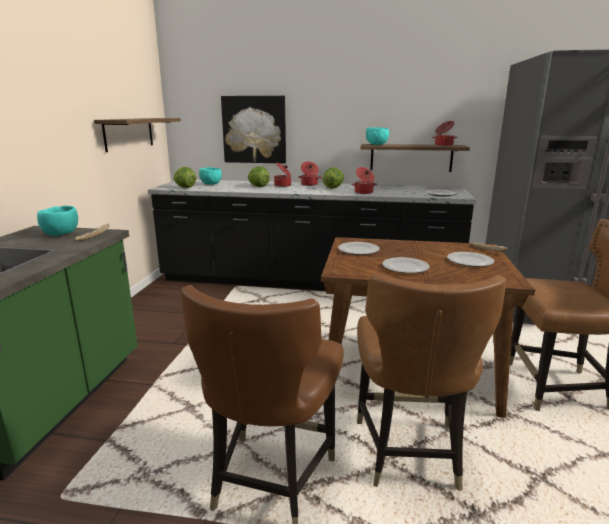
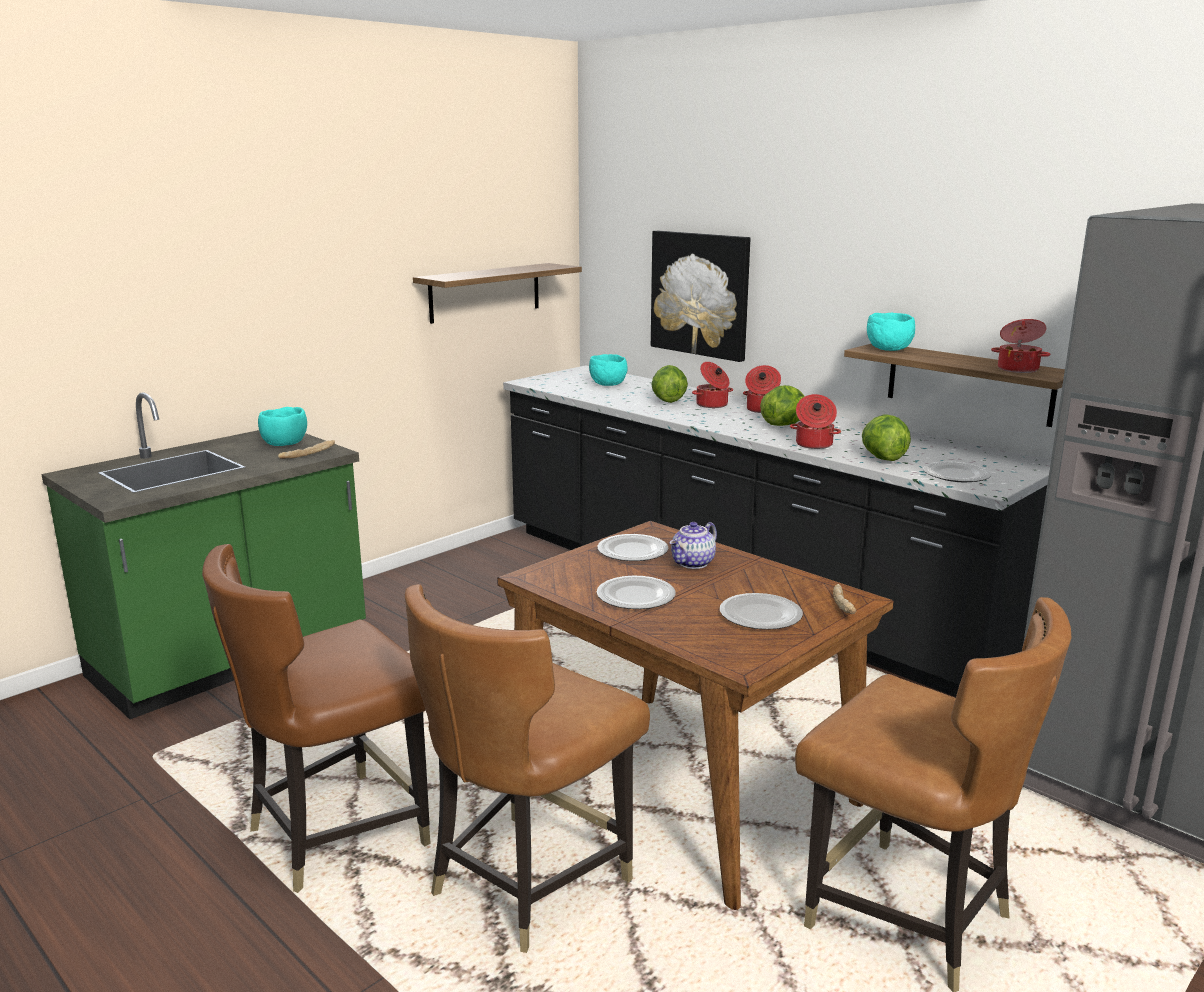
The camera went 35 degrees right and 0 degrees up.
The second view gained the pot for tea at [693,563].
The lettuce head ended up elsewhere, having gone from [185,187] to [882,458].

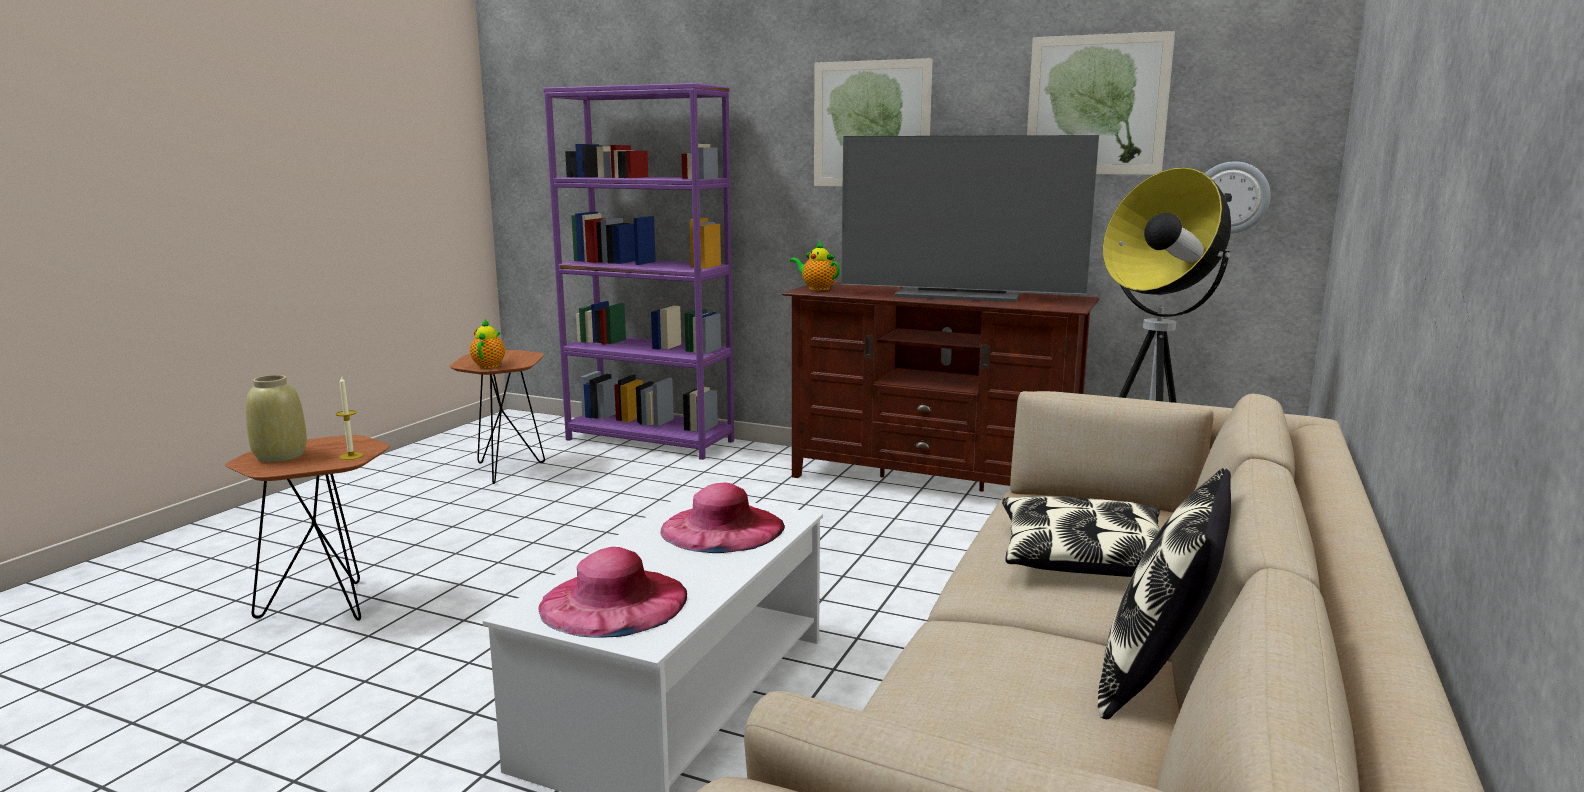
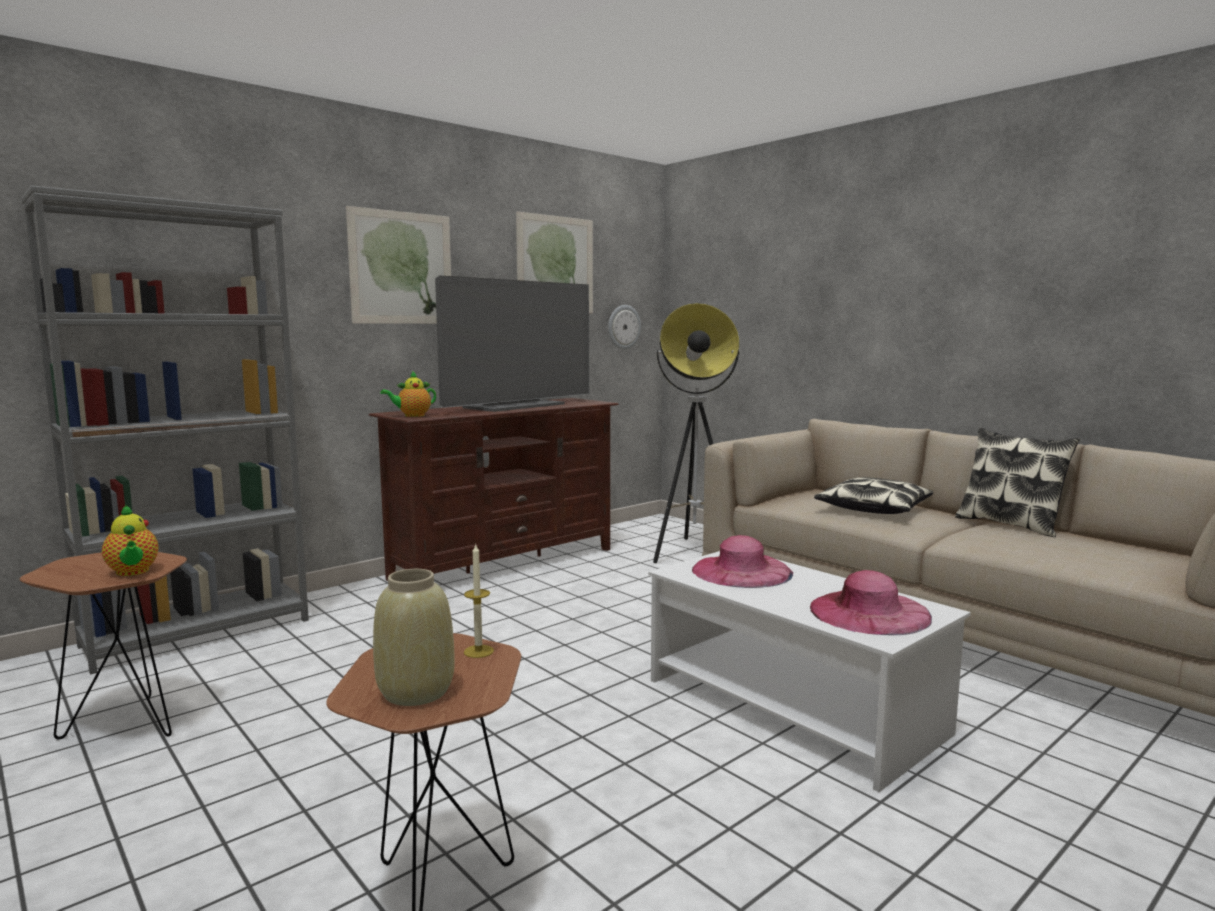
The camera went 65 degrees left and 5 degrees down.
What was the purple shelving unit at [650,440] turned into the grey shelving unit at [198,632].
The pot for tea at [489,365] ended up facing another way, 150 degrees counterclockwise from before.

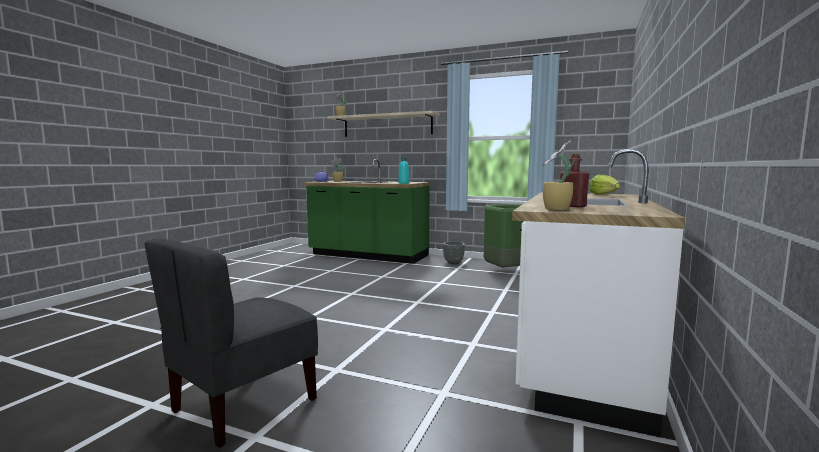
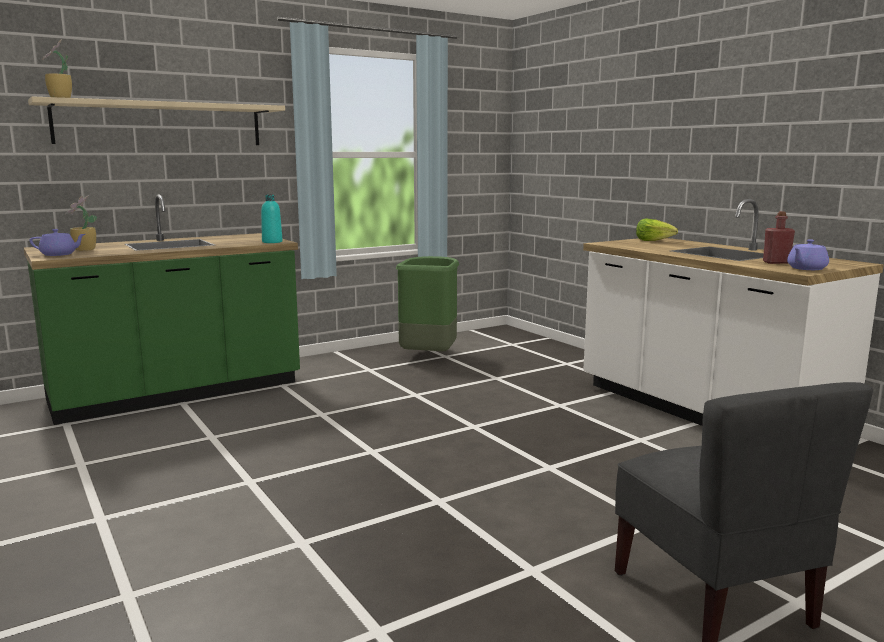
The camera went 55 degrees left and 5 degrees up.
Where the plant in a pot stood at [556,209], the purple pot for tea came to stand at [806,269].
The second view lost the grey flower pot at [453,263].

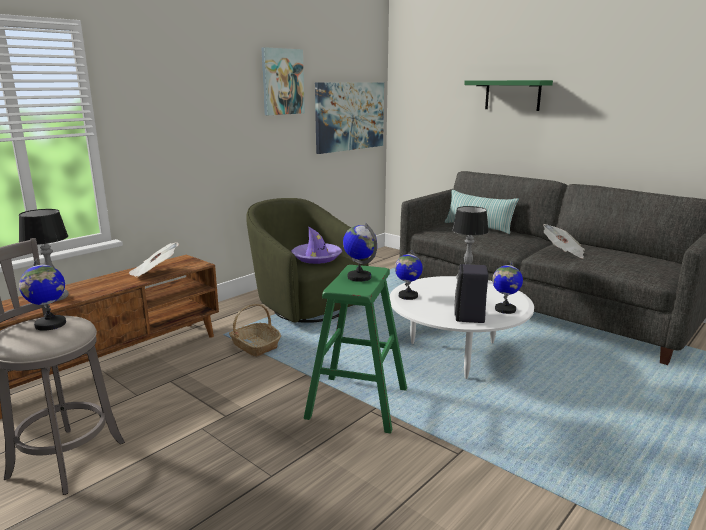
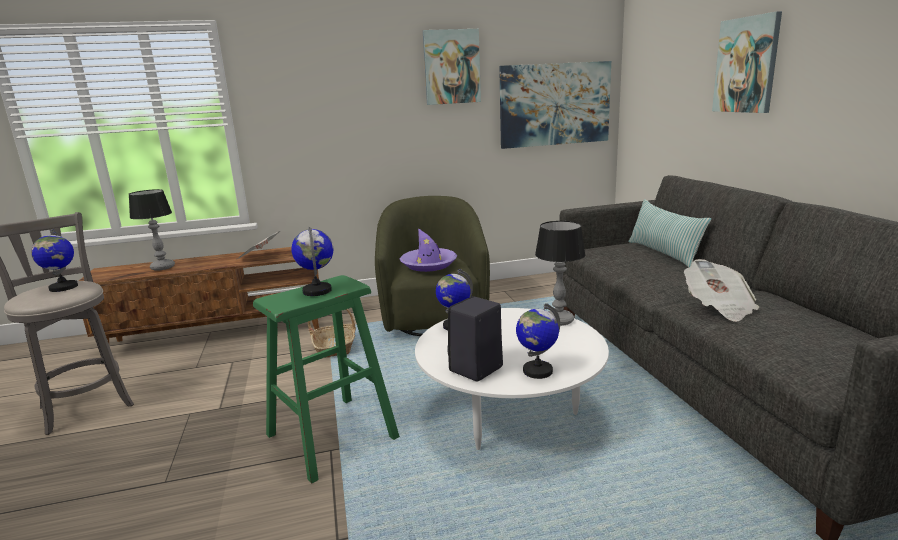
The camera went 35 degrees right and 0 degrees up.
Where the greenish bracket shelf hung at [512,95], the picture came to hang at [746,65].

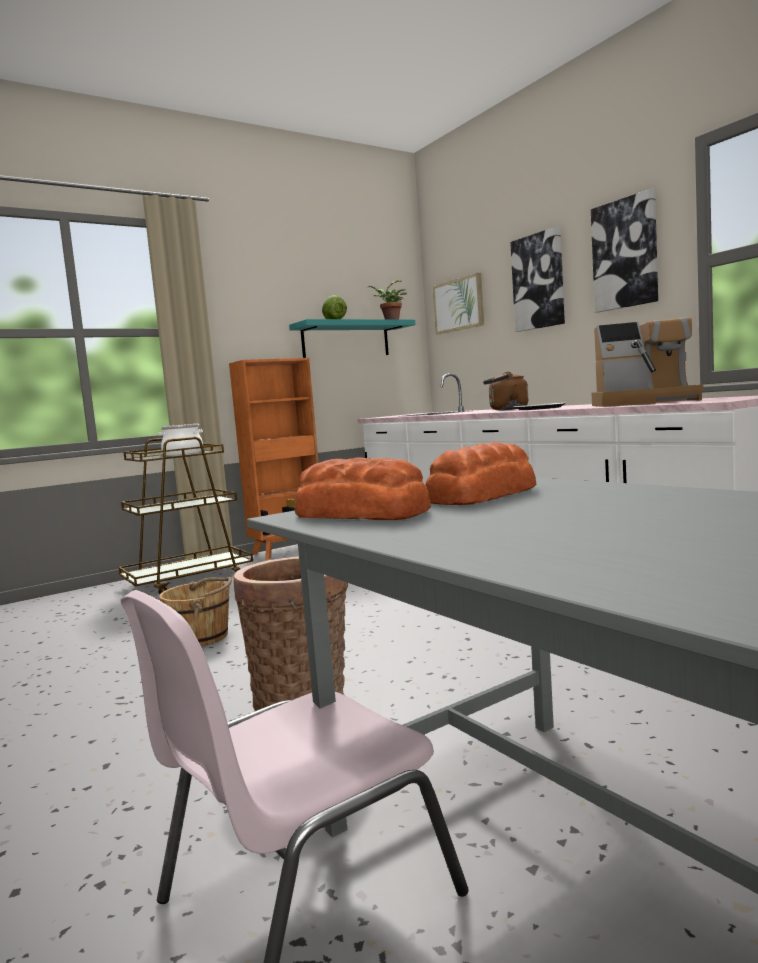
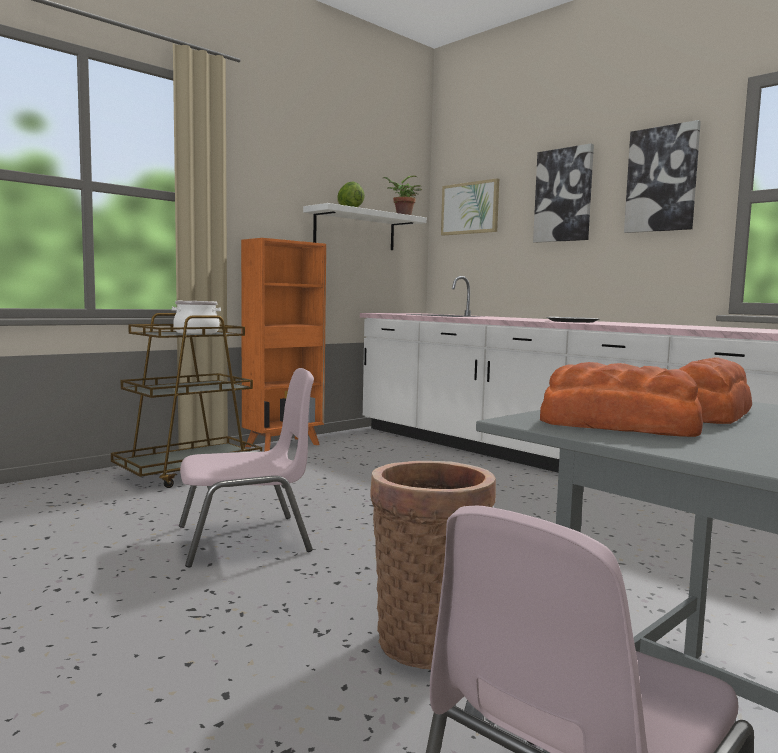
The camera went 10 degrees left and 0 degrees up.
Where the brown-coloured bucket stood at [201,637], the pink-coloured upright chair came to stand at [246,539].
What was the turquoise-coloured bracket shelf at [345,340] turned into the white bracket shelf at [355,230].
The second view lost the brown-coloured kettle at [506,409].
The second view lost the coffee brewer at [645,403].

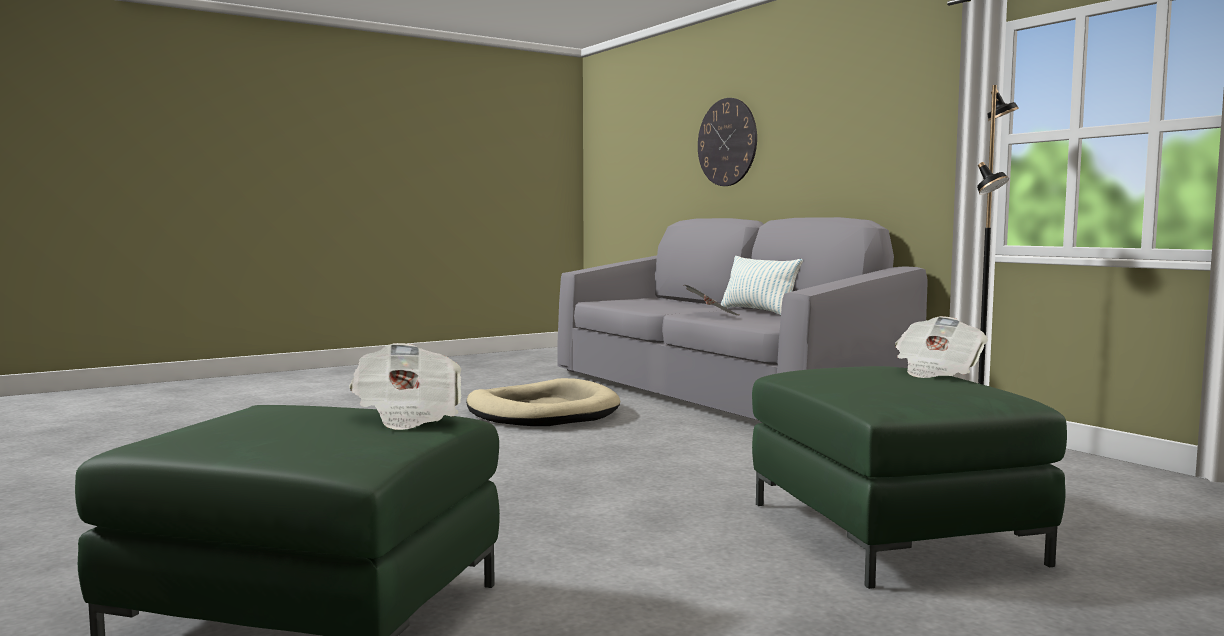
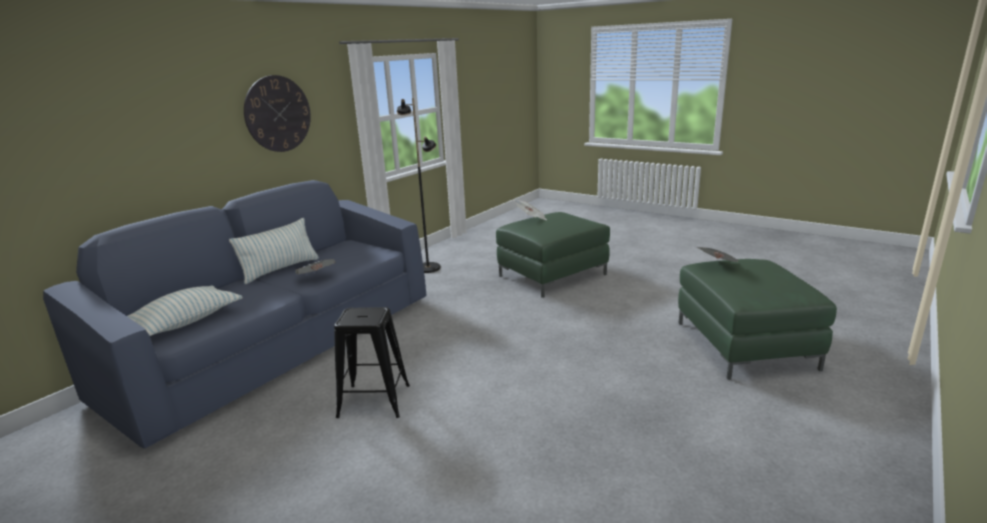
The camera went 110 degrees left and 15 degrees up.
What was the grey sofa at [716,393] turned into the blue-coloured sofa at [279,345].
The second view gained the cushion at [185,322].
The clock on the wall ended up elsewhere, having gone from [727,142] to [278,114].
Where the beige dog bed stood at [542,412], the black stool came to stand at [374,401].

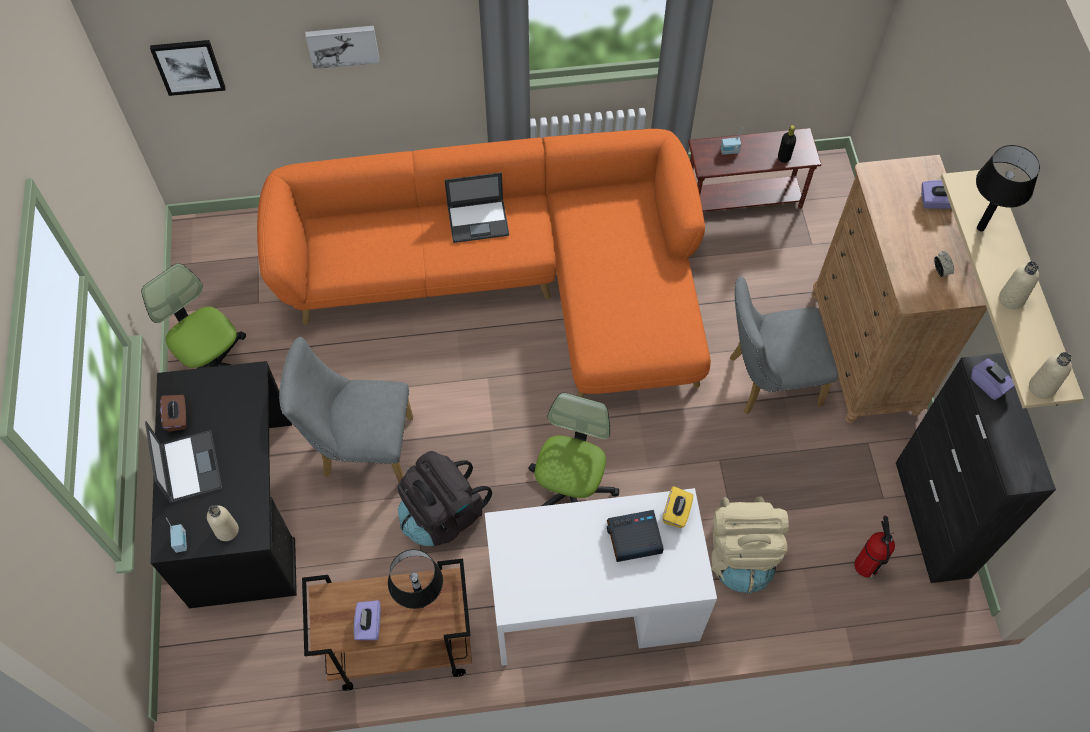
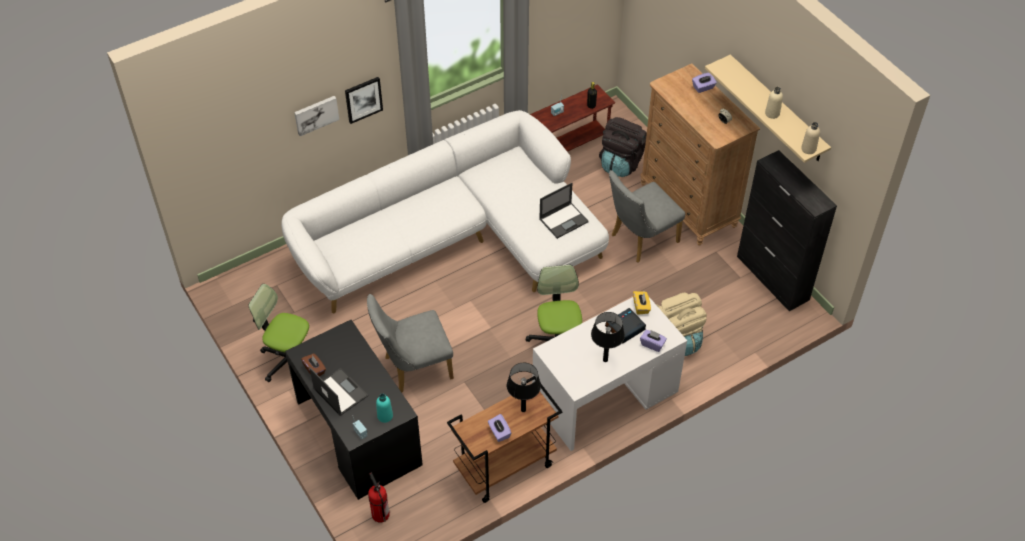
The camera went 25 degrees left and 10 degrees down.
What was the orange-coloured sofa at [515,279] turned into the white sofa at [455,239].
The picture ended up elsewhere, having gone from [188,66] to [363,99].
The extinguisher ended up elsewhere, having gone from [866,564] to [380,514].
What was the beige beverage bottle at [227,530] turned into the turquoise-coloured beverage bottle at [385,416].
The portable computer ended up elsewhere, having gone from [479,220] to [564,220].
The black table lamp ended up elsewhere, having gone from [980,228] to [605,360].
The black backpack ended up elsewhere, having gone from [442,515] to [621,163].
The purple box of tissues ended up elsewhere, having gone from [988,384] to [652,344].

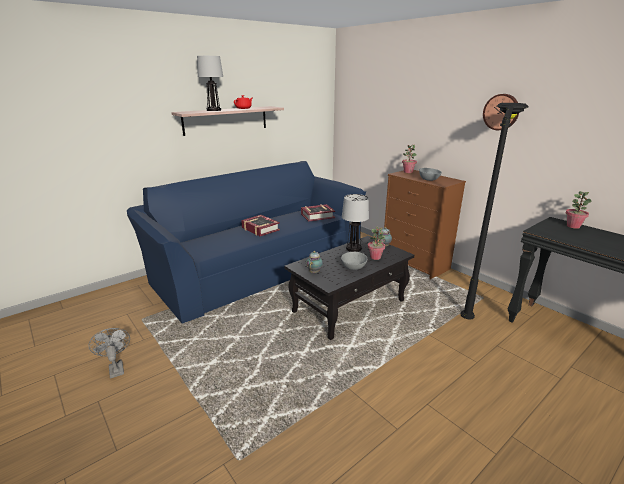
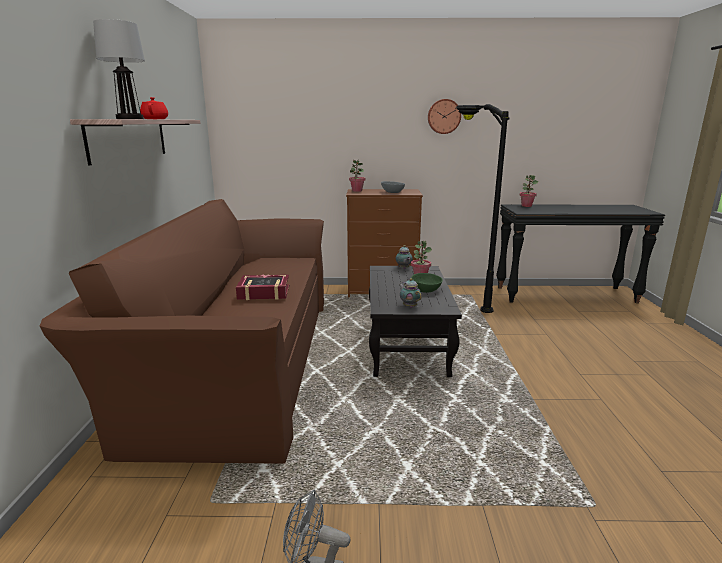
The camera went 50 degrees left and 5 degrees down.
What was the blue-coloured sofa at [257,265] turned into the brown-coloured sofa at [236,359].
What was the grey bowl at [353,267] turned into the greenish bowl at [425,290].
The second view lost the volume at [317,216].
The second view lost the table lamp at [353,248].

